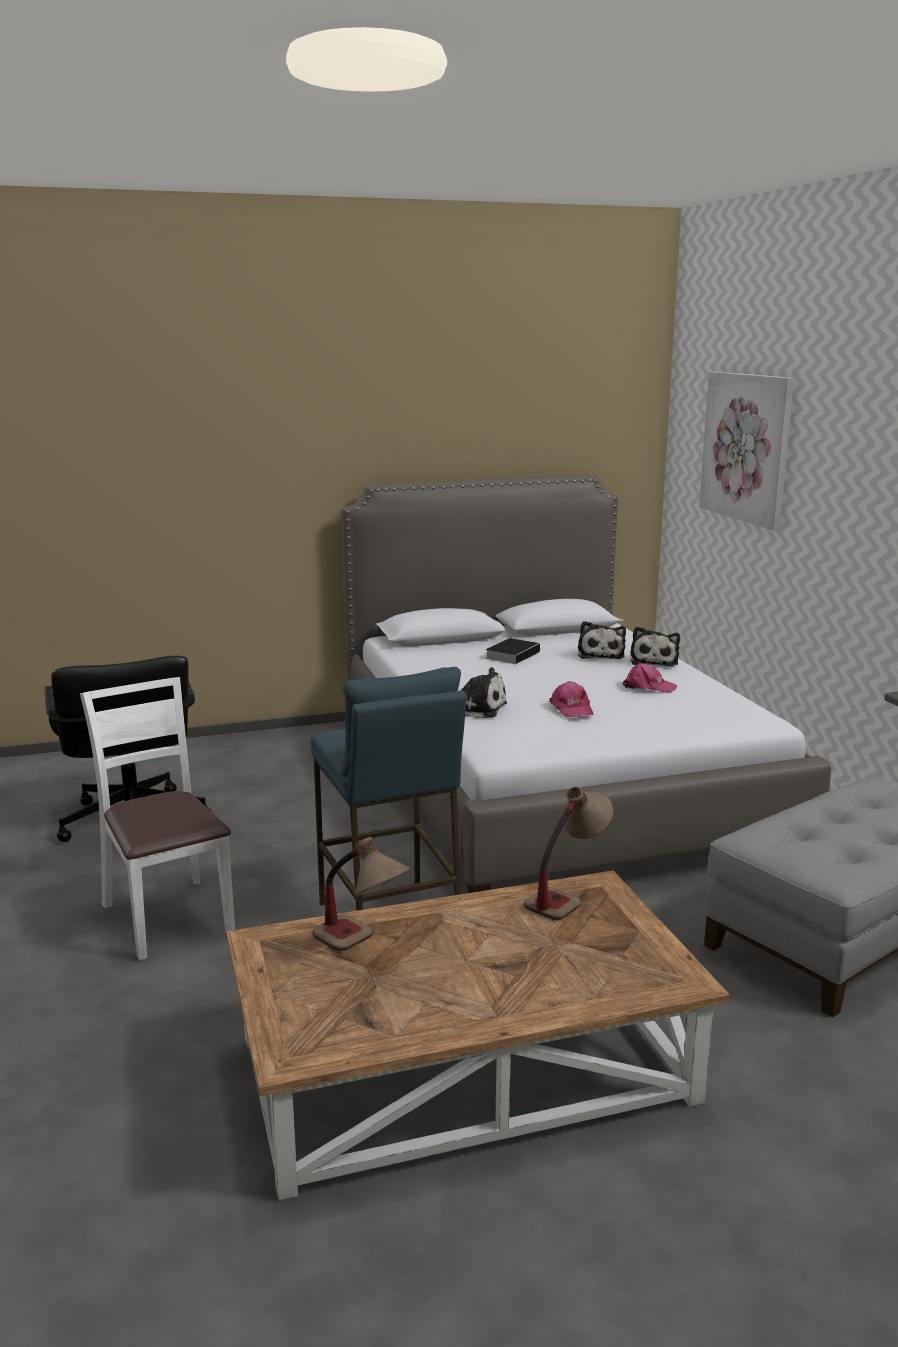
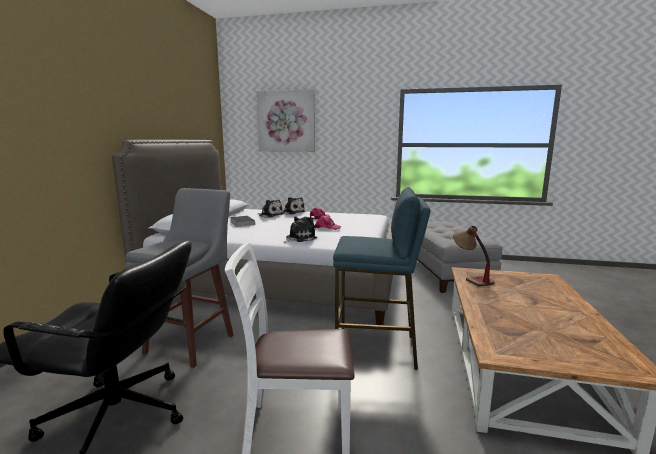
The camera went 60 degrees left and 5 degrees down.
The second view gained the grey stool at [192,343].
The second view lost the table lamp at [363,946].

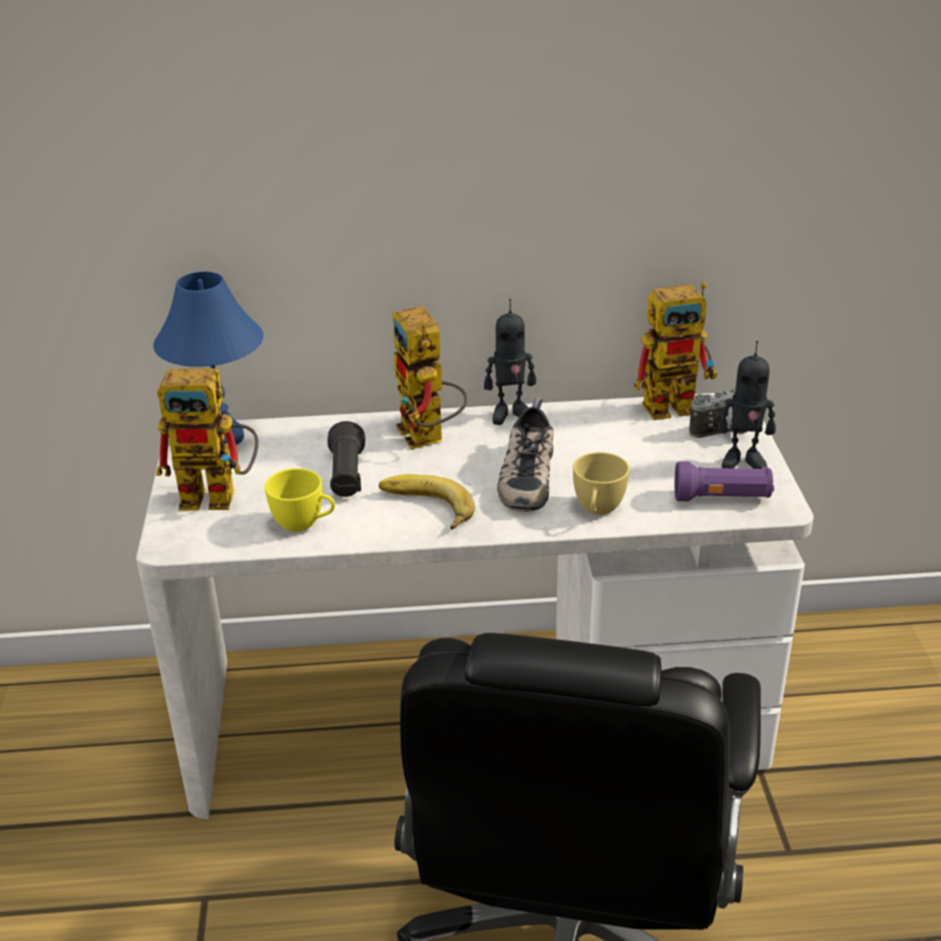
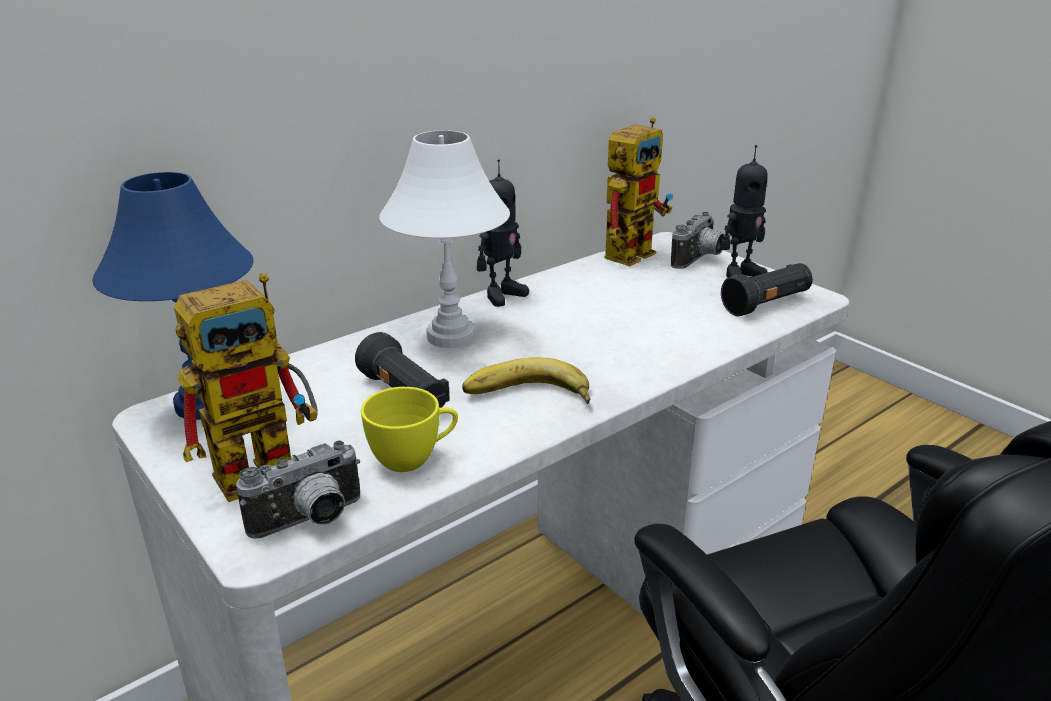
The camera went 35 degrees left and 5 degrees down.
The second view gained the still camera at [310,521].
Where the toy robot stood at [428,439], the white table lamp came to stand at [449,336].
What was the purple hand torch at [722,498] turned into the black hand torch at [766,304].
The second view lost the low shoe at [525,475].
The second view lost the yellow cup at [598,510].

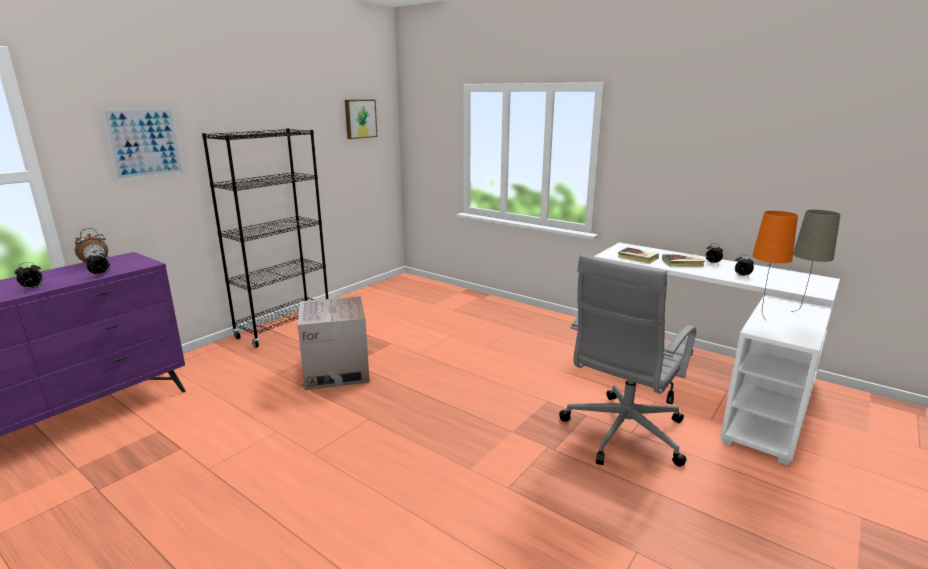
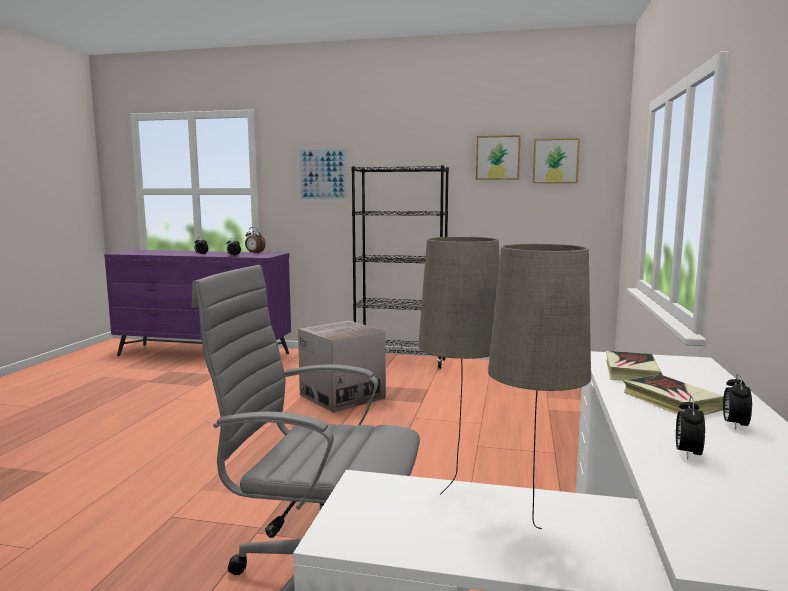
The camera went 65 degrees right and 10 degrees down.
What was the orange-coloured table lamp at [759,316] turned into the beige table lamp at [457,489].
The second view gained the picture at [498,158].

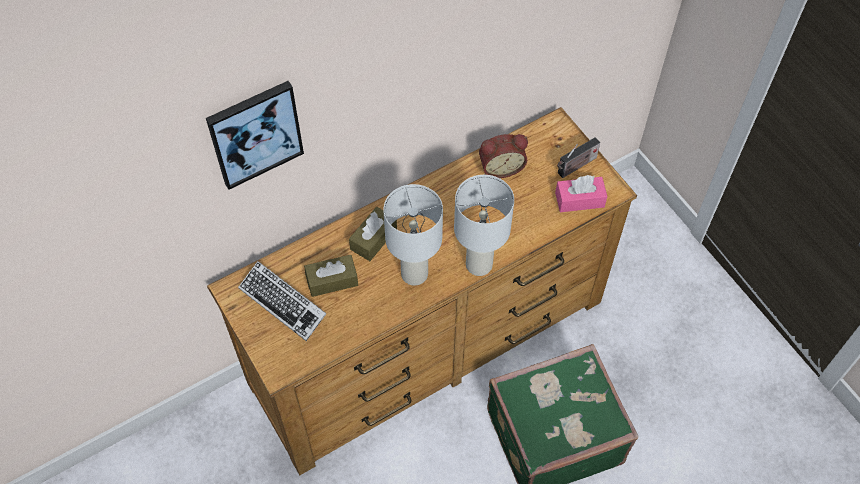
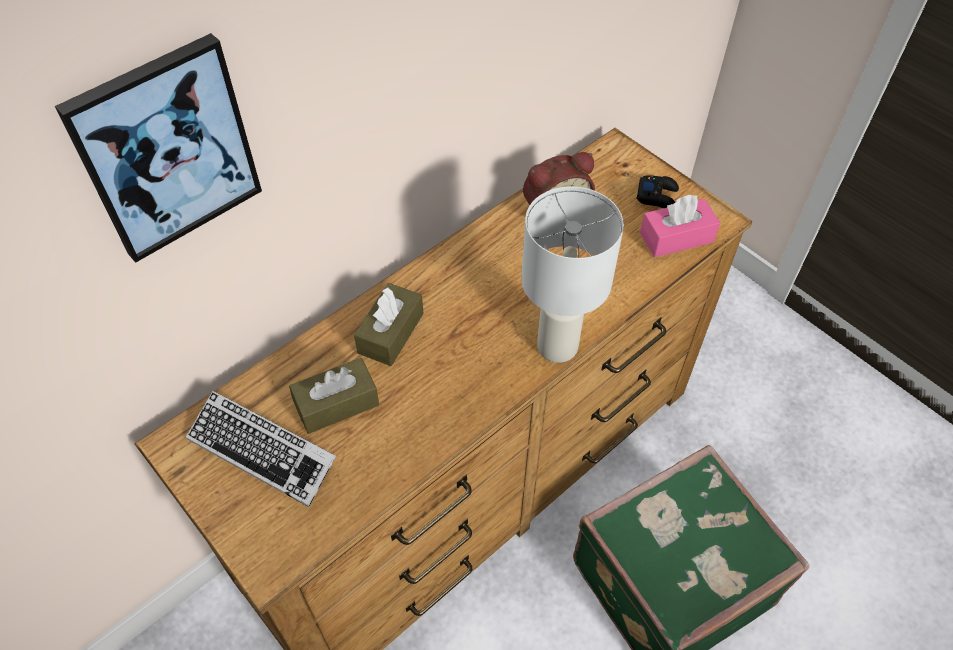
The camera went 10 degrees left and 5 degrees down.
Where the radio receiver stood at [575,167], the black joypad came to stand at [657,196].
The second view lost the white table lamp at [415,273].

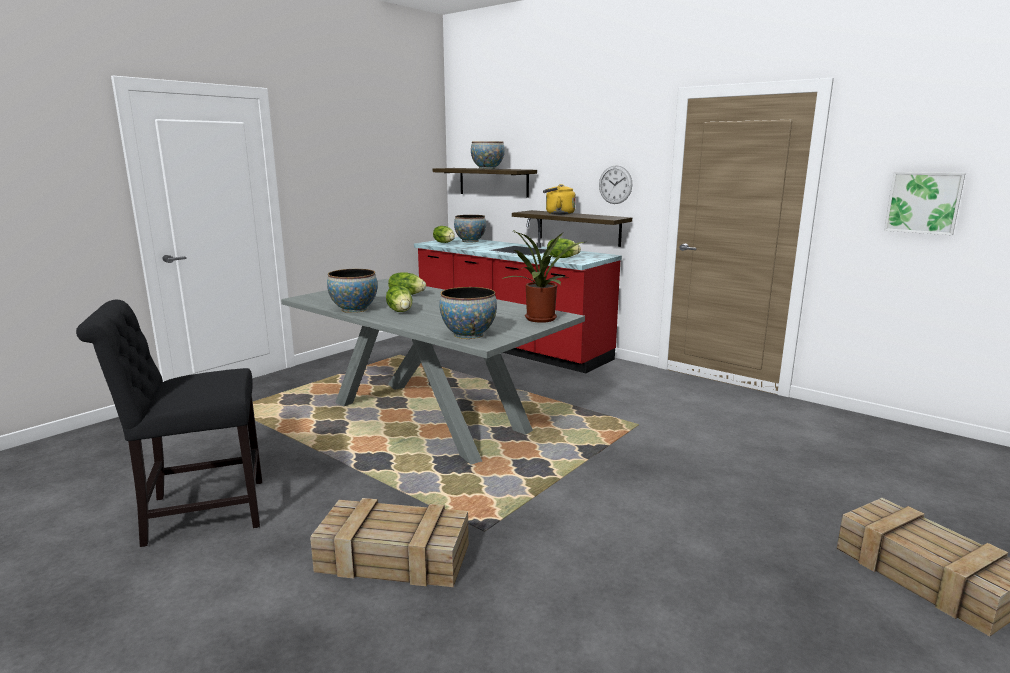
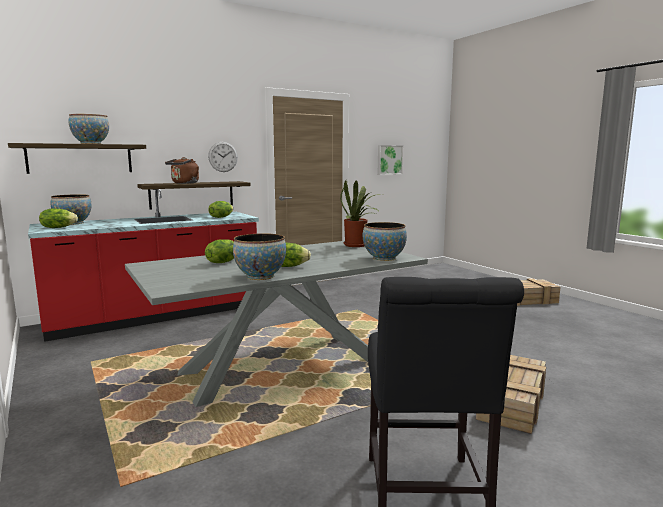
The camera went 70 degrees left and 5 degrees down.
What was the yellow kettle at [558,214] turned into the brown-coloured kettle at [184,183].

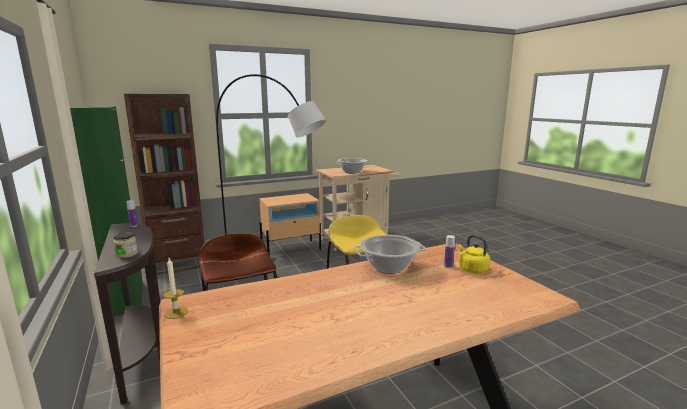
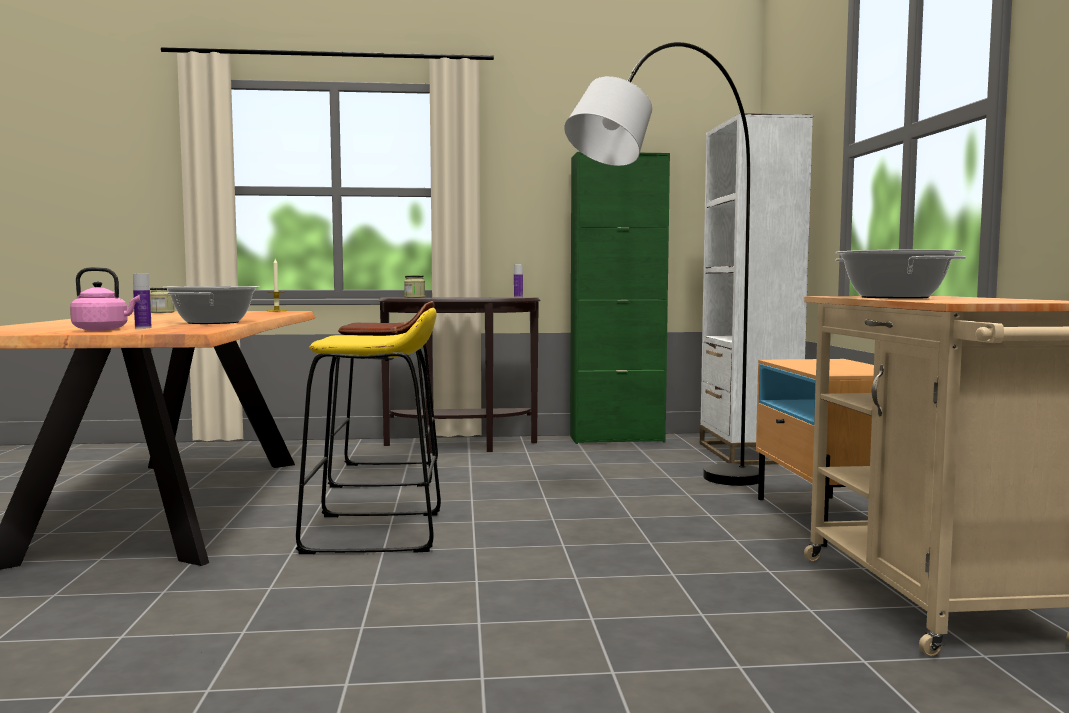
The camera went 110 degrees right and 10 degrees down.
What was the yellow kettle at [472,269] turned into the pink-coloured kettle at [103,329].
The second view gained the jar at [162,312].
What was the brown-coloured shelving unit at [178,263] turned into the white shelving unit at [747,453].

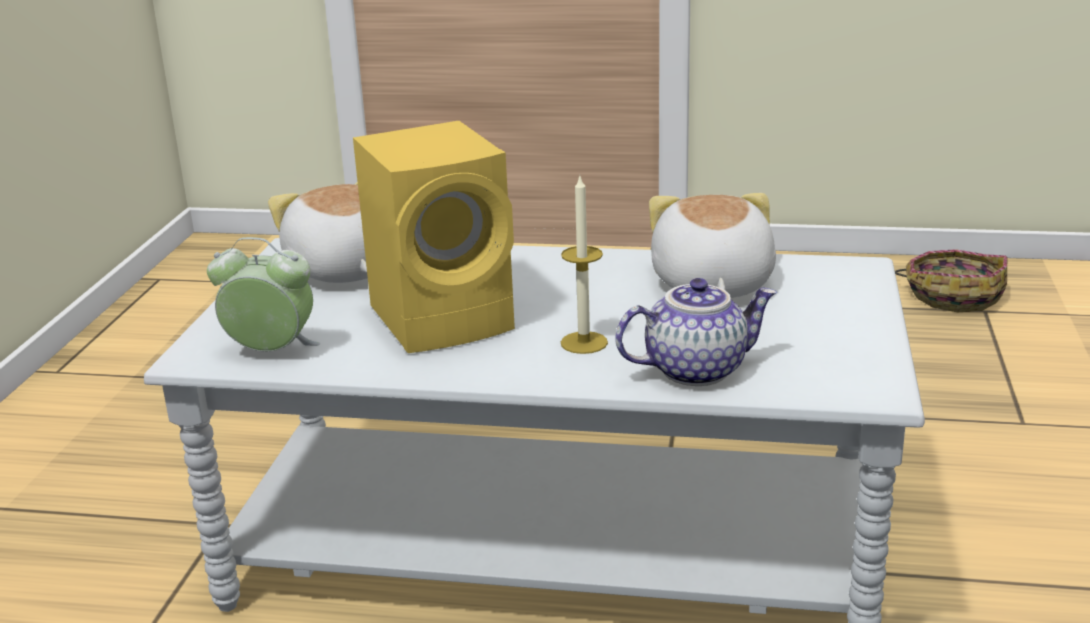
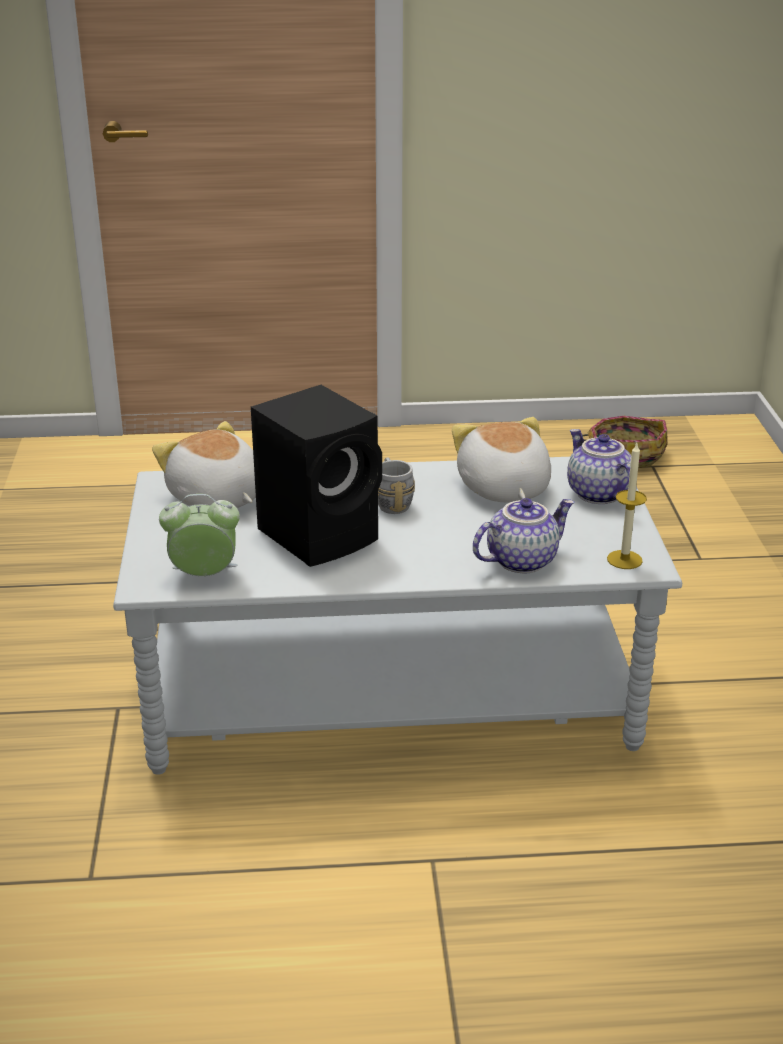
The camera went 15 degrees left and 5 degrees up.
What was the yellow audio speaker at [447,318] turned into the black audio speaker at [322,534].
The second view gained the grey tea mug at [392,502].
The second view gained the pot for tea at [596,494].
The wax light ended up elsewhere, having gone from [584,342] to [624,559].

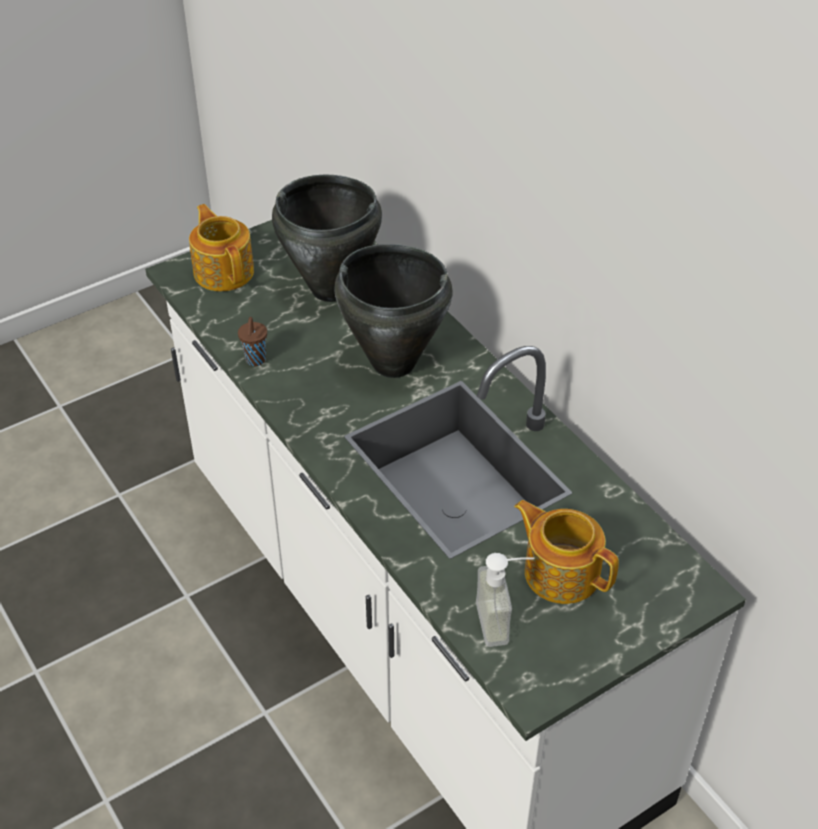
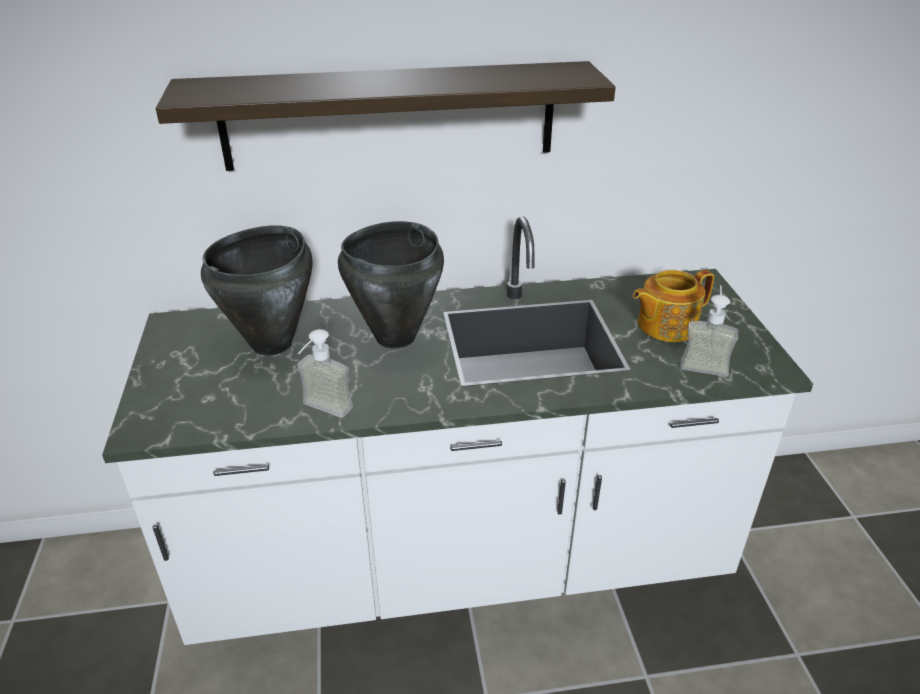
The camera went 65 degrees left and 10 degrees down.
The second view gained the bracket shelf at [389,116].
Where the brown-coloured cup stood at [255,360], the soap bottle came to stand at [321,412].
The second view lost the pot for tea at [224,271].

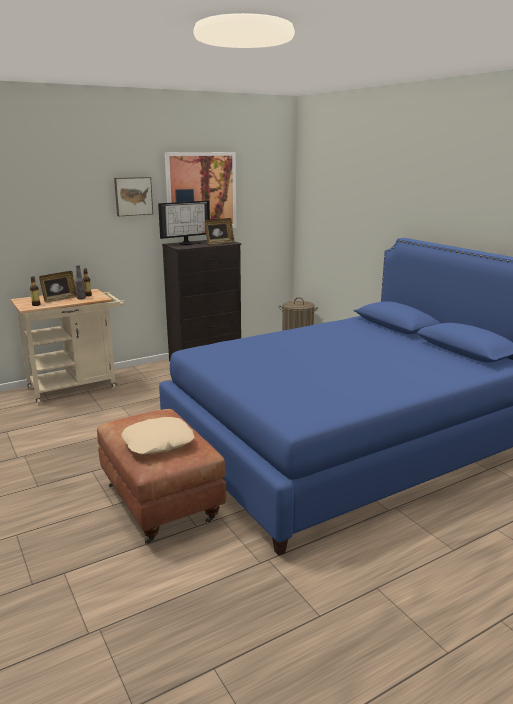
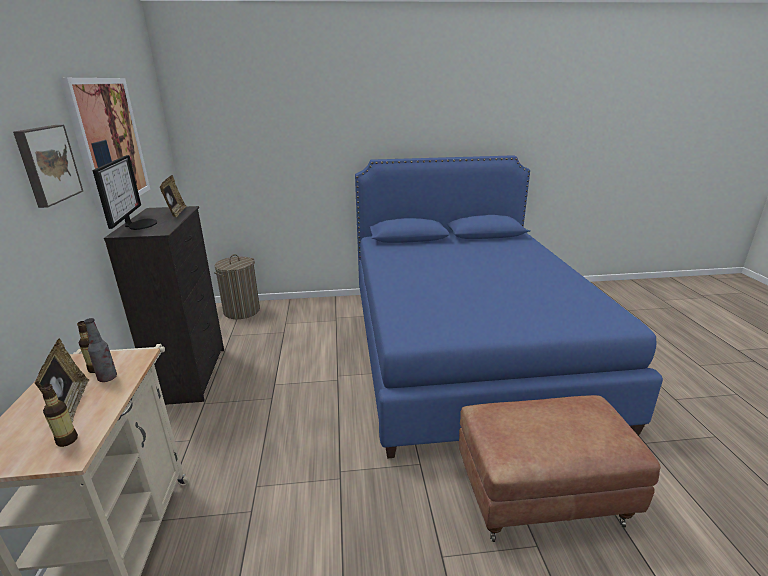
The camera went 65 degrees left and 5 degrees up.
The second view lost the beige cushion at [158,443].

